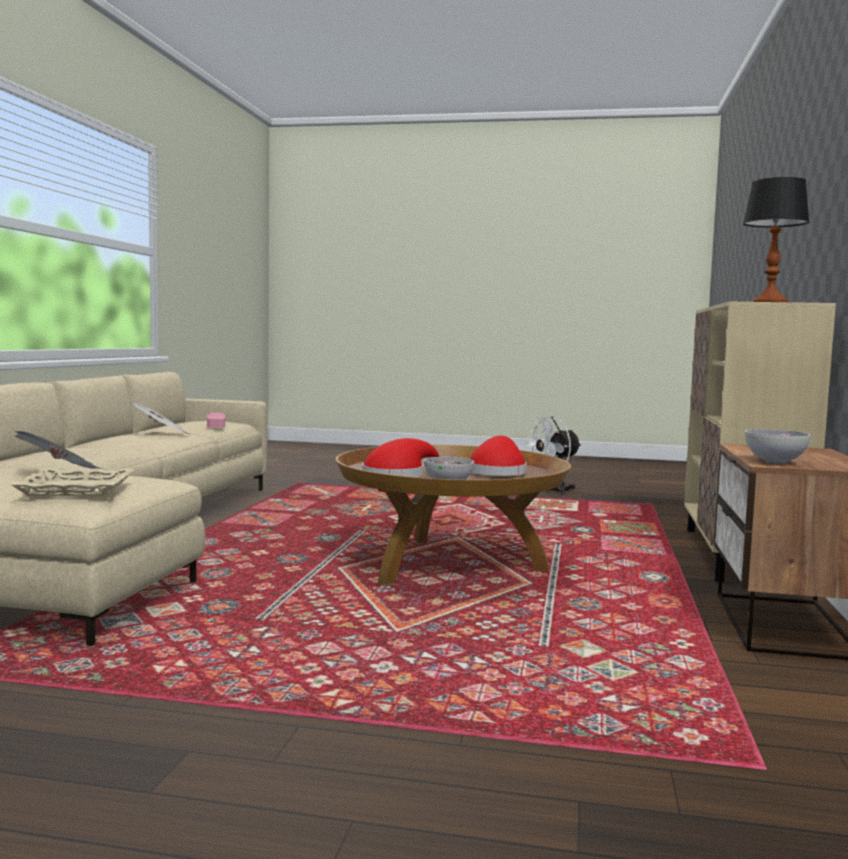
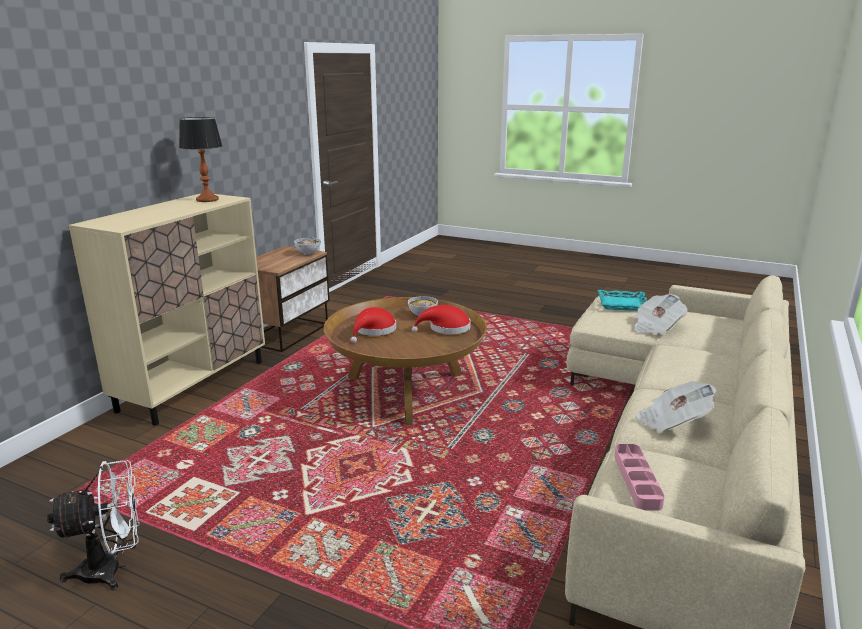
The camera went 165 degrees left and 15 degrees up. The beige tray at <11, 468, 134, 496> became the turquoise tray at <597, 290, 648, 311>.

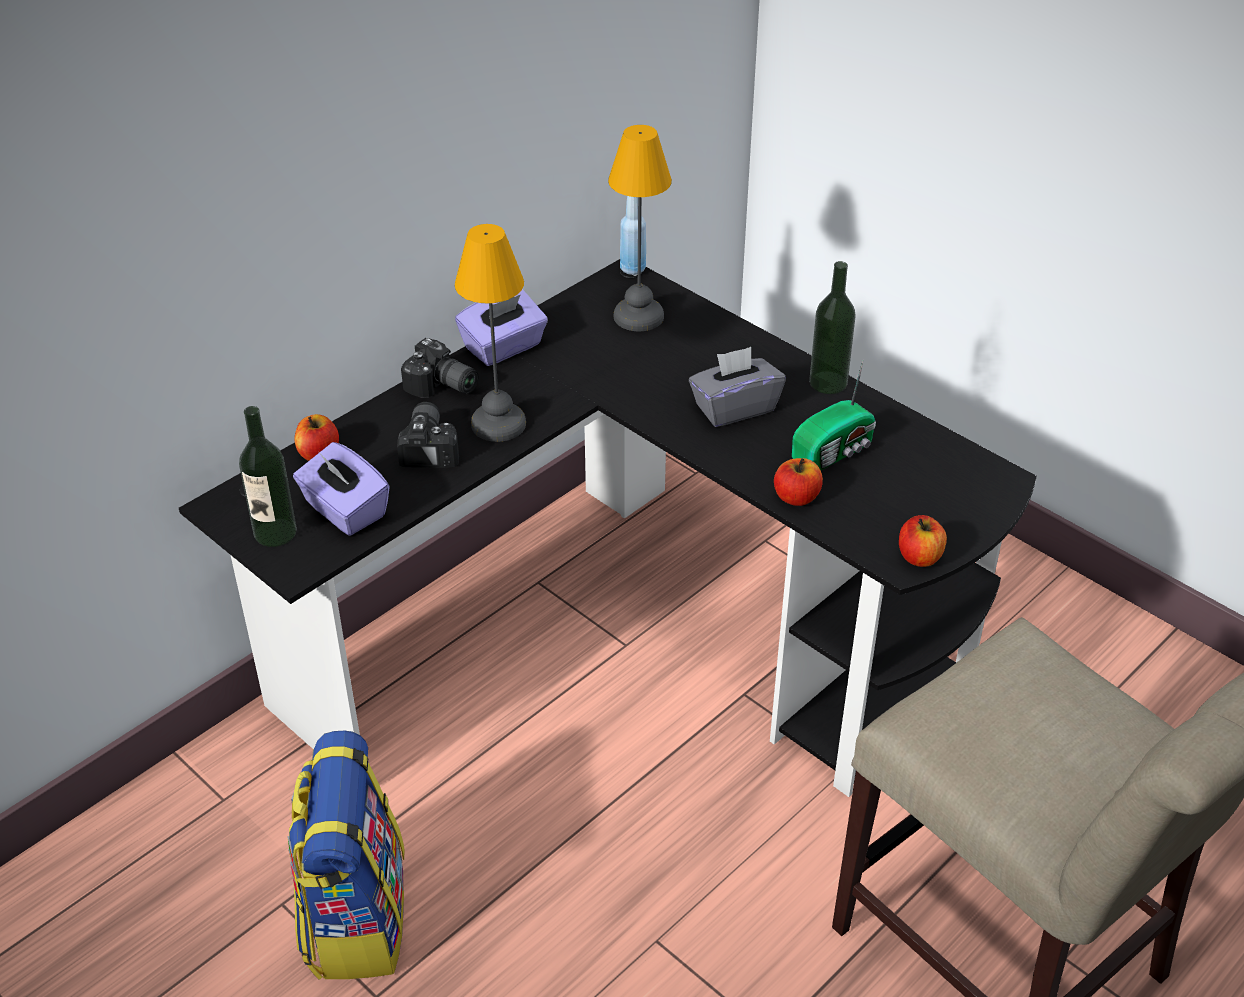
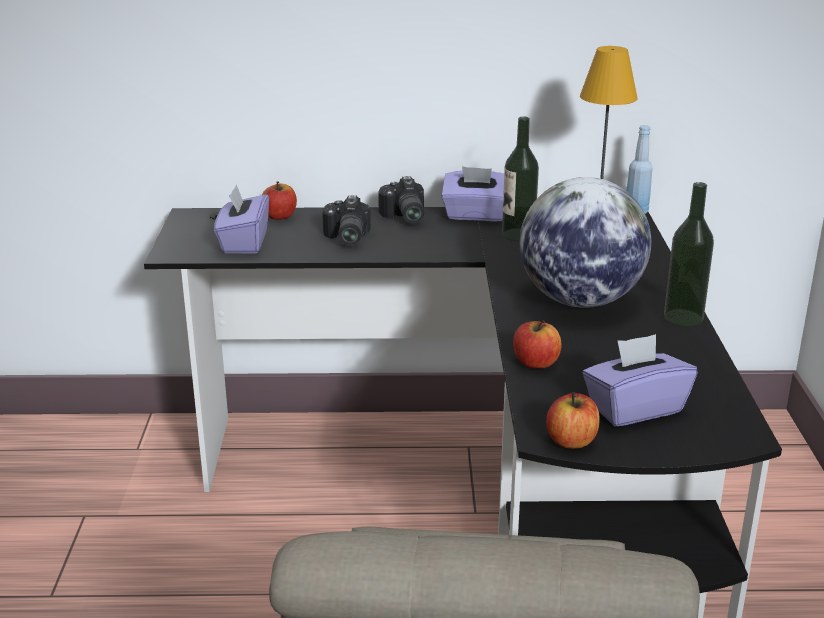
The camera went 45 degrees right and 15 degrees down. The table lamp at <455, 224, 526, 442> disappeared. The grey tissue box at <689, 347, 786, 427> was replaced by the globe at <520, 177, 651, 308>. The radio at <792, 359, 876, 470> disappeared. The photo camera at <397, 402, 459, 468> turned 135 degrees clockwise. The bottle moved from <239, 406, 297, 547> to <502, 116, 539, 241>. The backpack at <287, 731, 405, 980> disappeared. The purple tissue box at <583, 334, 697, 426> appeared.

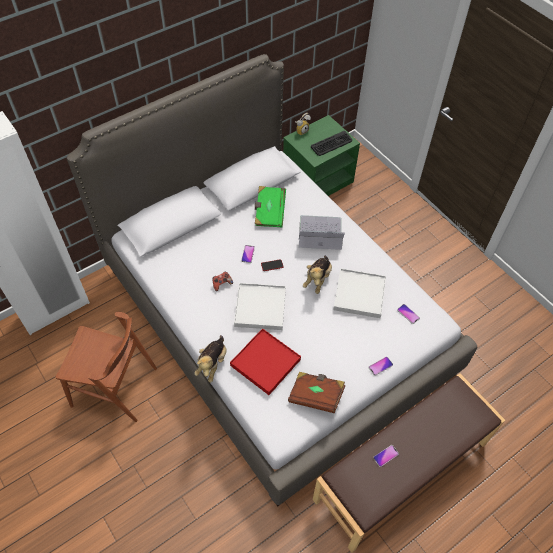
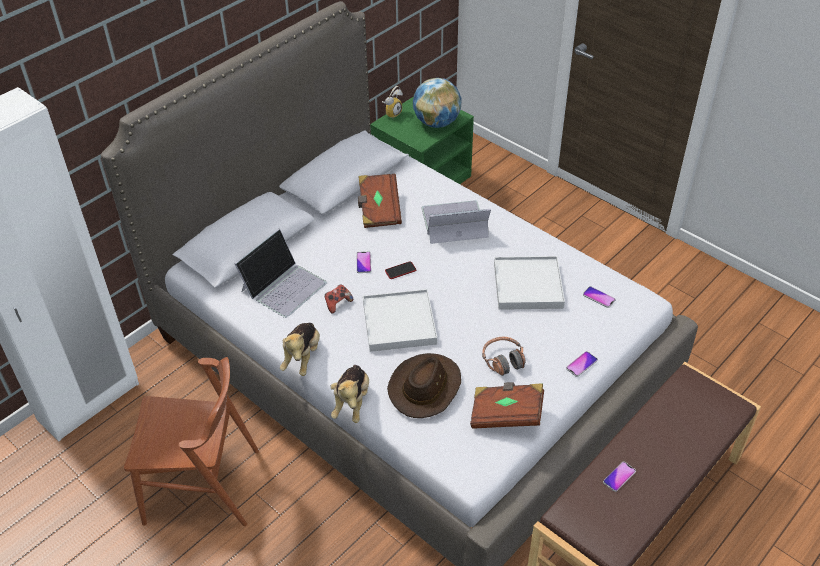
The camera went 10 degrees left and 10 degrees down. The keyboard at <311, 131, 352, 156> was replaced by the globe at <413, 78, 462, 128>. The green book at <255, 186, 286, 227> became the brown book at <358, 174, 402, 228>. The plush toy moved from <303, 256, 332, 294> to <280, 322, 320, 376>. The red tray at <230, 328, 301, 395> was replaced by the brown hat at <387, 353, 461, 418>. The laptop at <235, 229, 327, 318> appeared. The headphones at <482, 337, 526, 376> appeared.

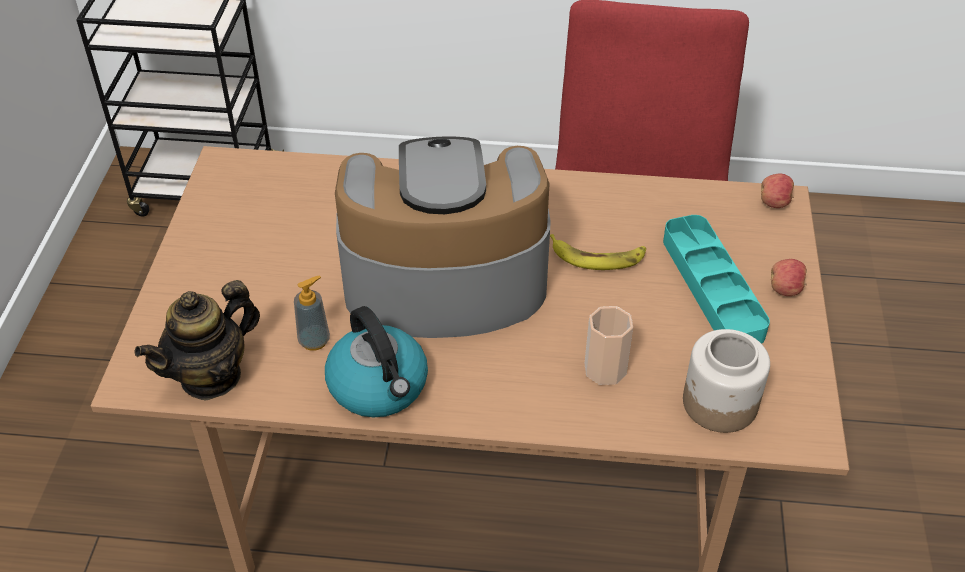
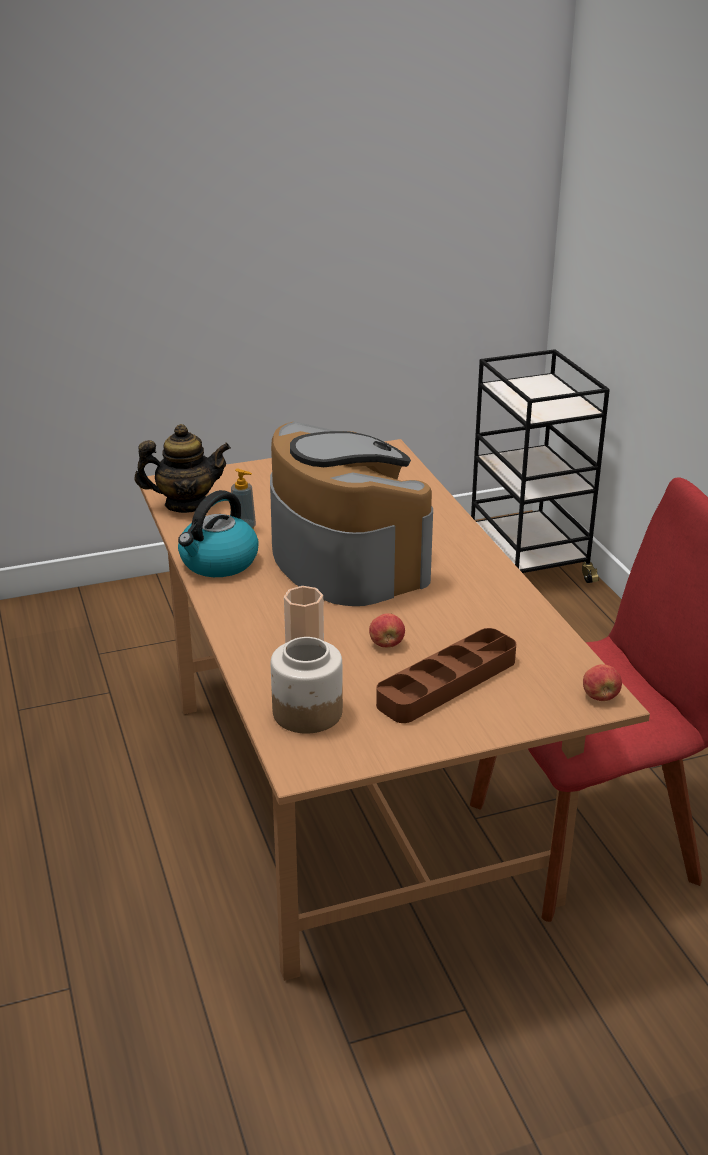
The camera went 65 degrees right and 15 degrees down. The turquoise tray at <663, 215, 770, 344> became the brown tray at <376, 628, 516, 723>. The banana at <550, 234, 646, 270> disappeared. The apple moved from <771, 259, 807, 296> to <369, 613, 405, 648>. The teapot at <134, 280, 260, 401> turned 150 degrees clockwise.

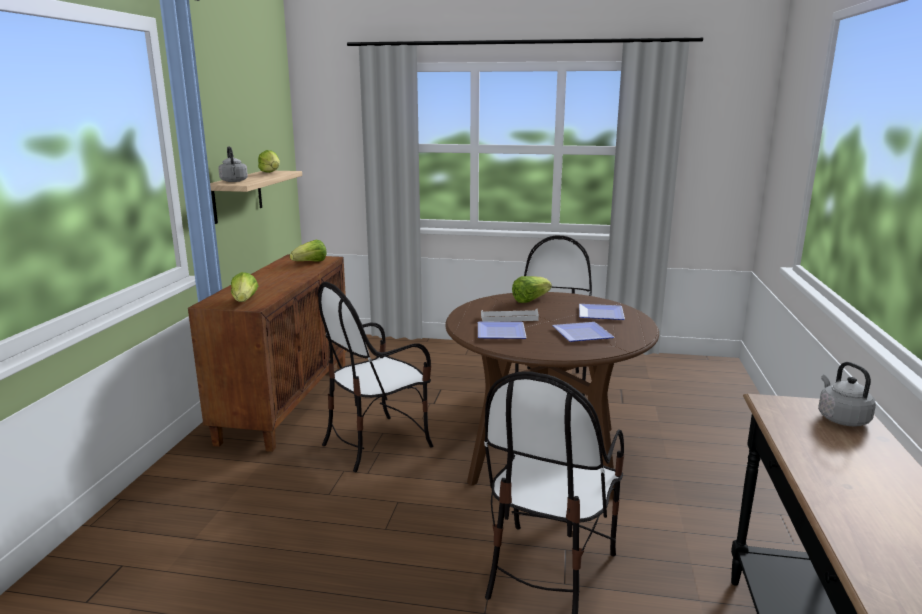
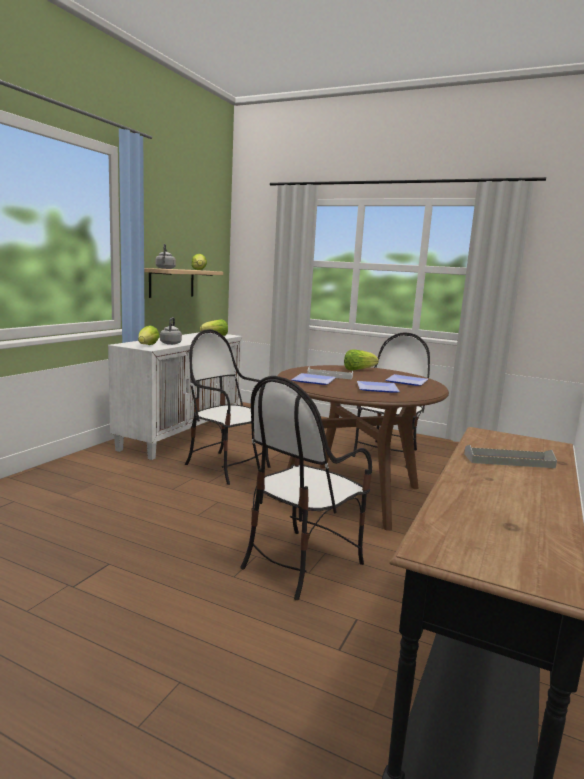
The camera went 15 degrees right and 5 degrees down. The brown cabinet at <188, 254, 347, 452> became the white cabinet at <108, 333, 243, 460>. The chair at <318, 282, 433, 472> turned 60 degrees clockwise. The grey kettle moved from <818, 362, 876, 427> to <160, 317, 182, 345>. The grey tray at <464, 445, 557, 468> appeared.

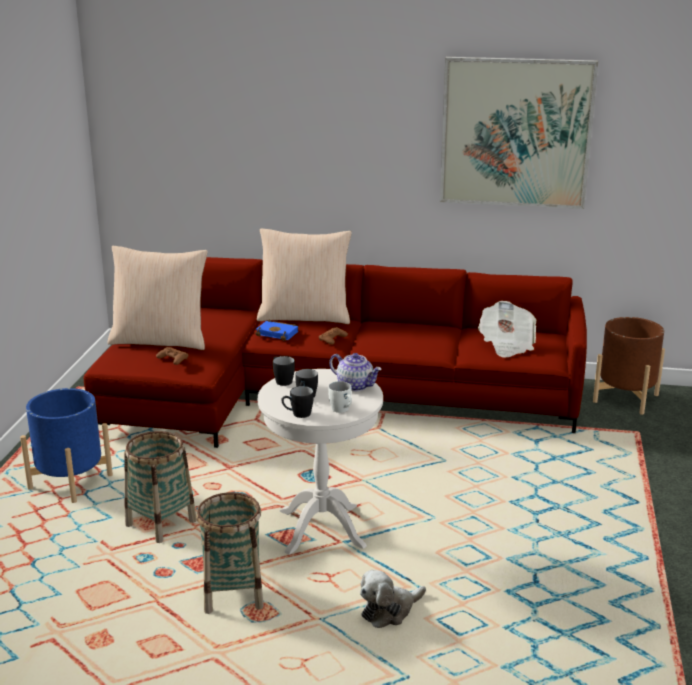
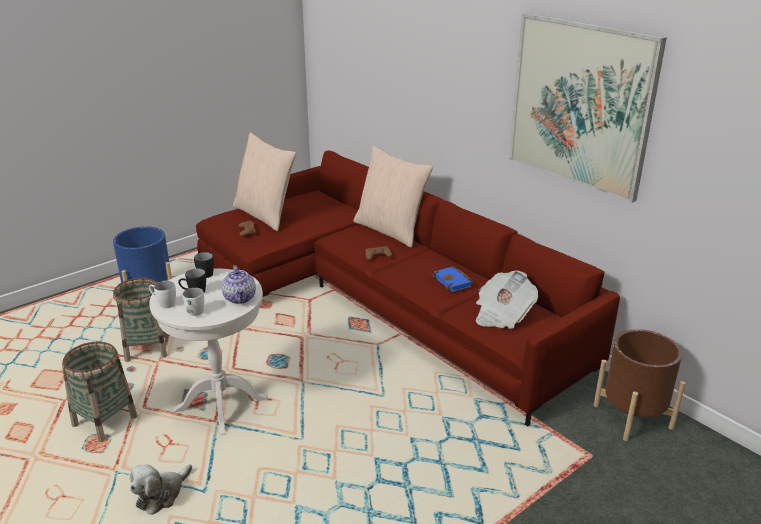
The camera went 40 degrees right and 5 degrees up. The blue book moved from <255, 320, 298, 341> to <431, 266, 474, 292>. The black mug at <281, 386, 314, 418> became the white mug at <149, 281, 176, 309>. The plush toy at <360, 570, 426, 628> turned 60 degrees counterclockwise.

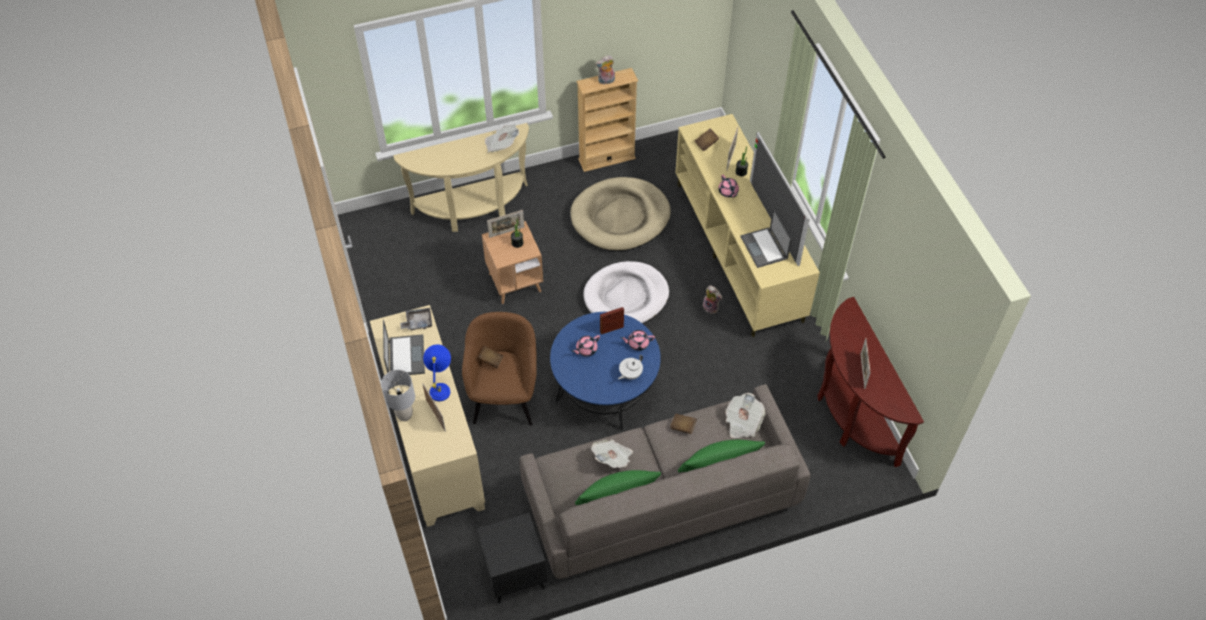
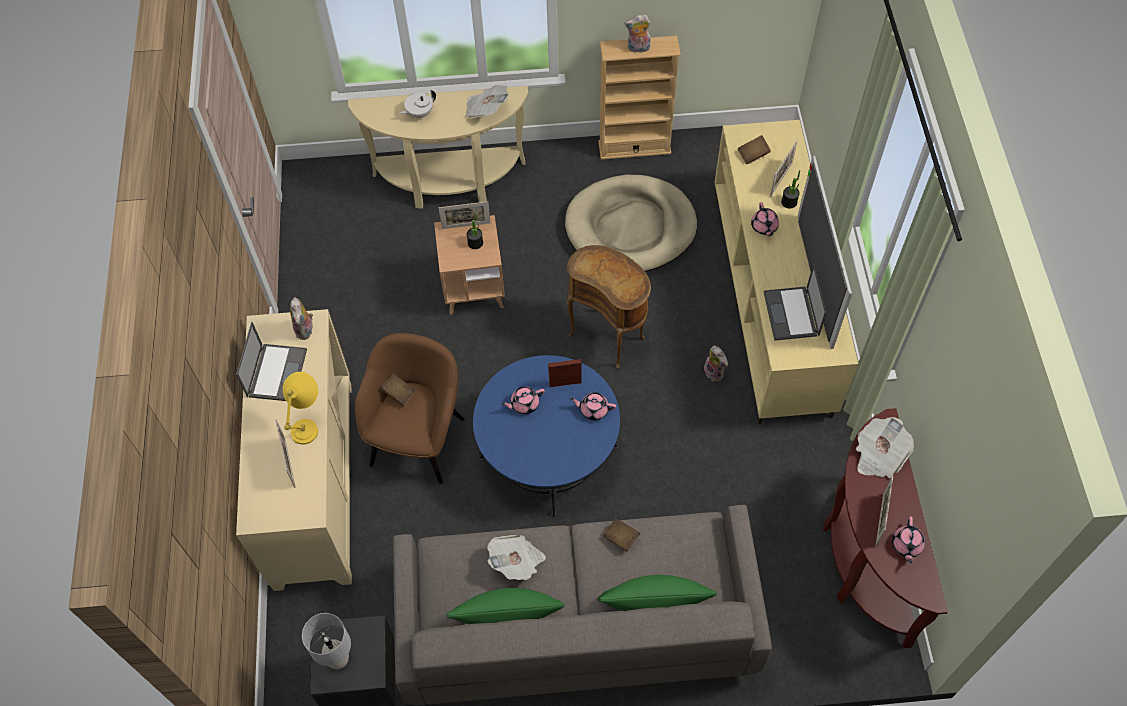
The camera went 15 degrees right and 5 degrees up. The white dog bed at <584, 261, 669, 324> was replaced by the brown side table at <567, 245, 651, 369>. The grey tray at <400, 308, 432, 330> was replaced by the plush toy at <290, 297, 313, 340>. The blue table lamp at <423, 344, 451, 401> became the yellow table lamp at <283, 372, 318, 445>. The white teapot moved from <618, 355, 643, 380> to <399, 90, 436, 118>. The grey table lamp moved from <381, 370, 415, 421> to <302, 613, 351, 669>. The newspaper moved from <725, 393, 765, 438> to <856, 417, 914, 478>. The pink teapot at <892, 516, 925, 563> appeared.

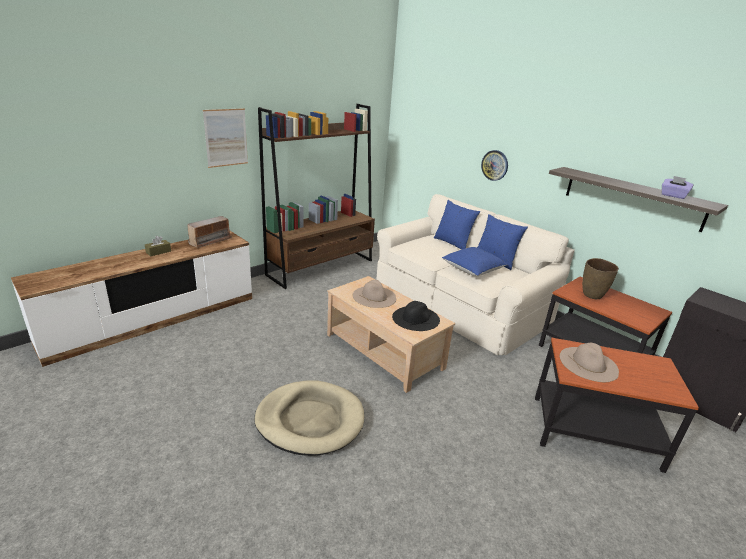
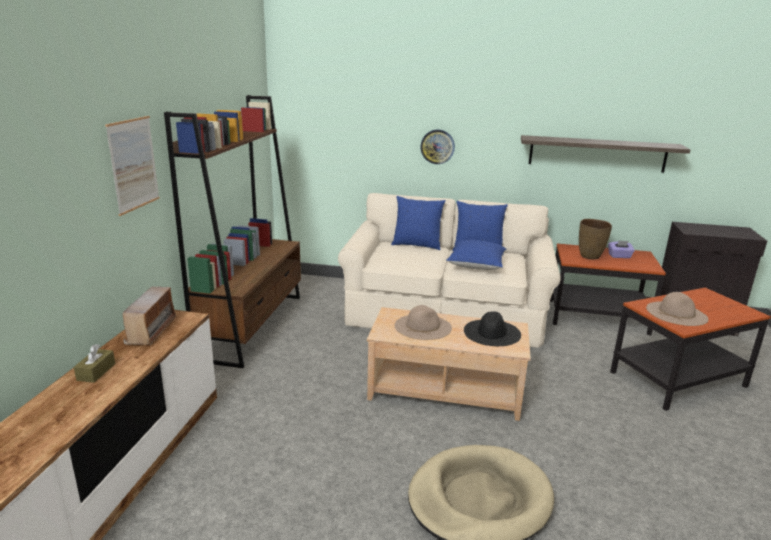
The camera went 35 degrees left and 5 degrees down. The purple tissue box moved from <662, 176, 694, 199> to <608, 240, 635, 258>.

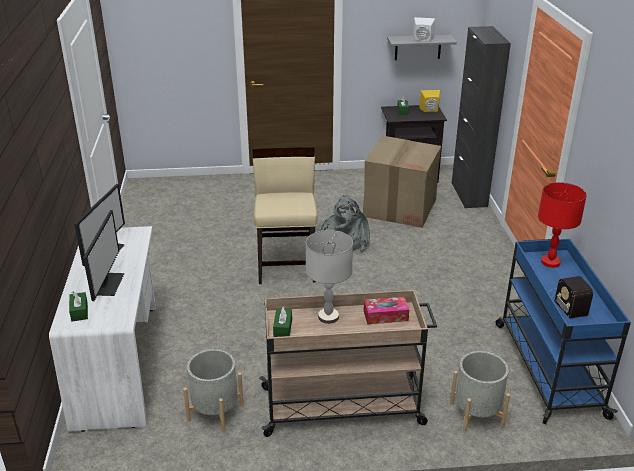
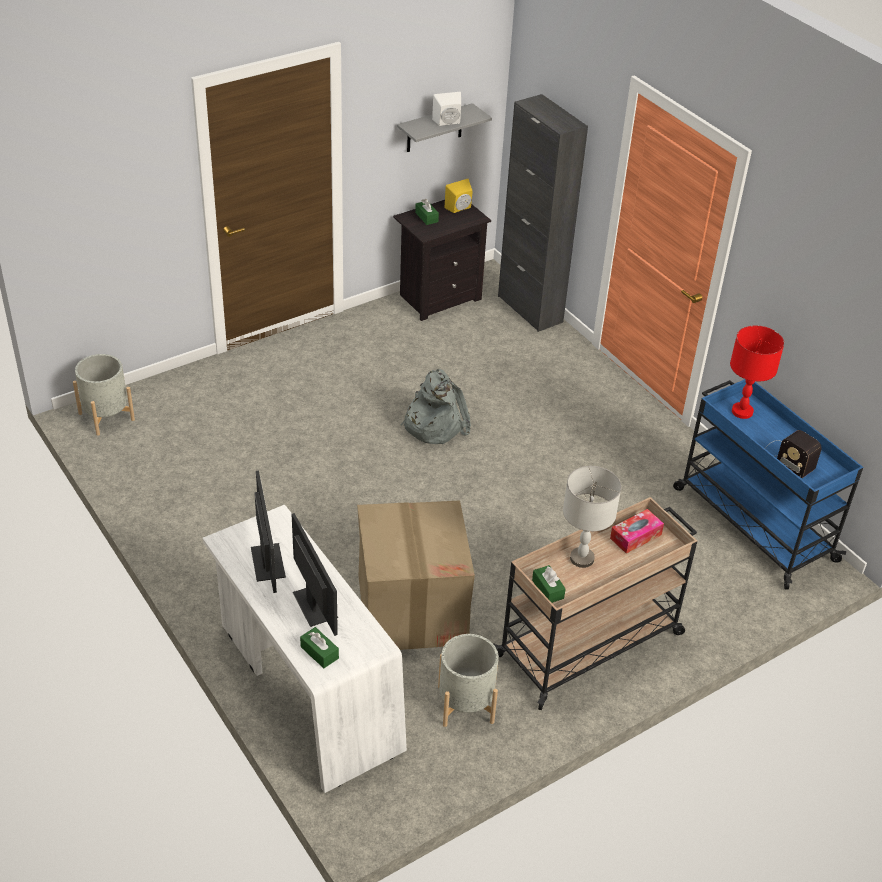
The camera went 30 degrees left and 10 degrees up. The cardboard box moved from <363, 136, 441, 228> to <357, 500, 475, 650>. The beige chair at <253, 147, 318, 284> disappeared. The grey planter moved from <450, 351, 510, 433> to <73, 354, 135, 436>.

